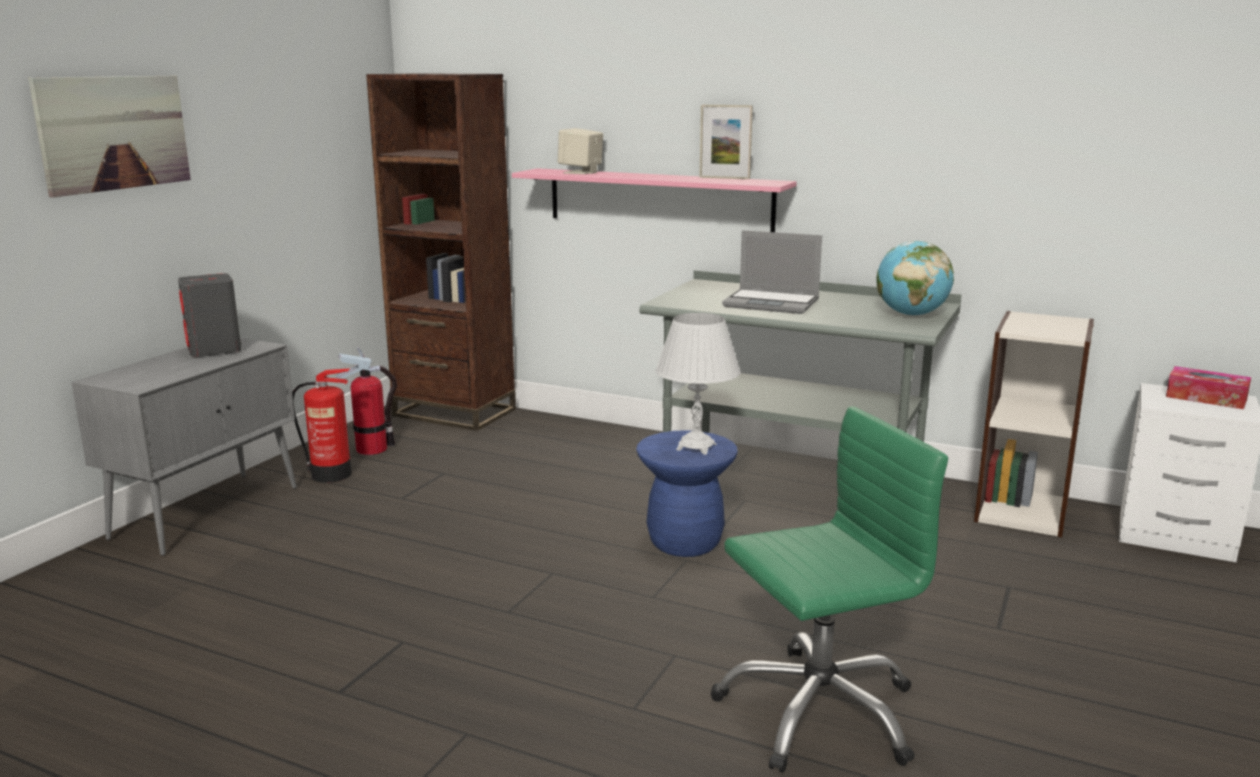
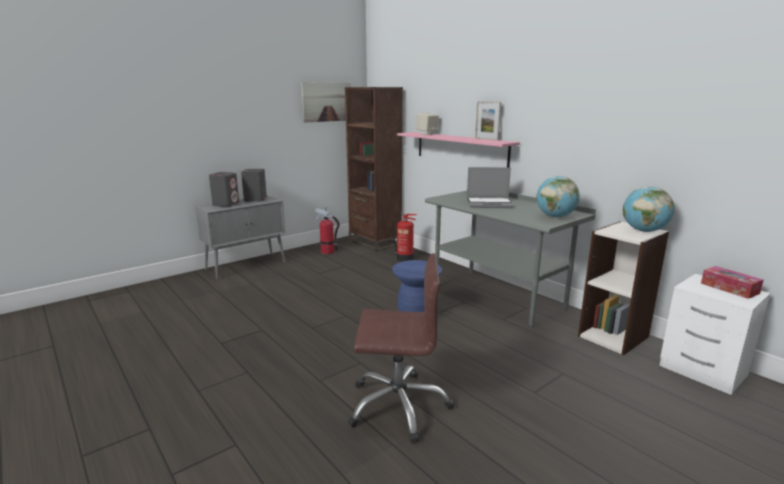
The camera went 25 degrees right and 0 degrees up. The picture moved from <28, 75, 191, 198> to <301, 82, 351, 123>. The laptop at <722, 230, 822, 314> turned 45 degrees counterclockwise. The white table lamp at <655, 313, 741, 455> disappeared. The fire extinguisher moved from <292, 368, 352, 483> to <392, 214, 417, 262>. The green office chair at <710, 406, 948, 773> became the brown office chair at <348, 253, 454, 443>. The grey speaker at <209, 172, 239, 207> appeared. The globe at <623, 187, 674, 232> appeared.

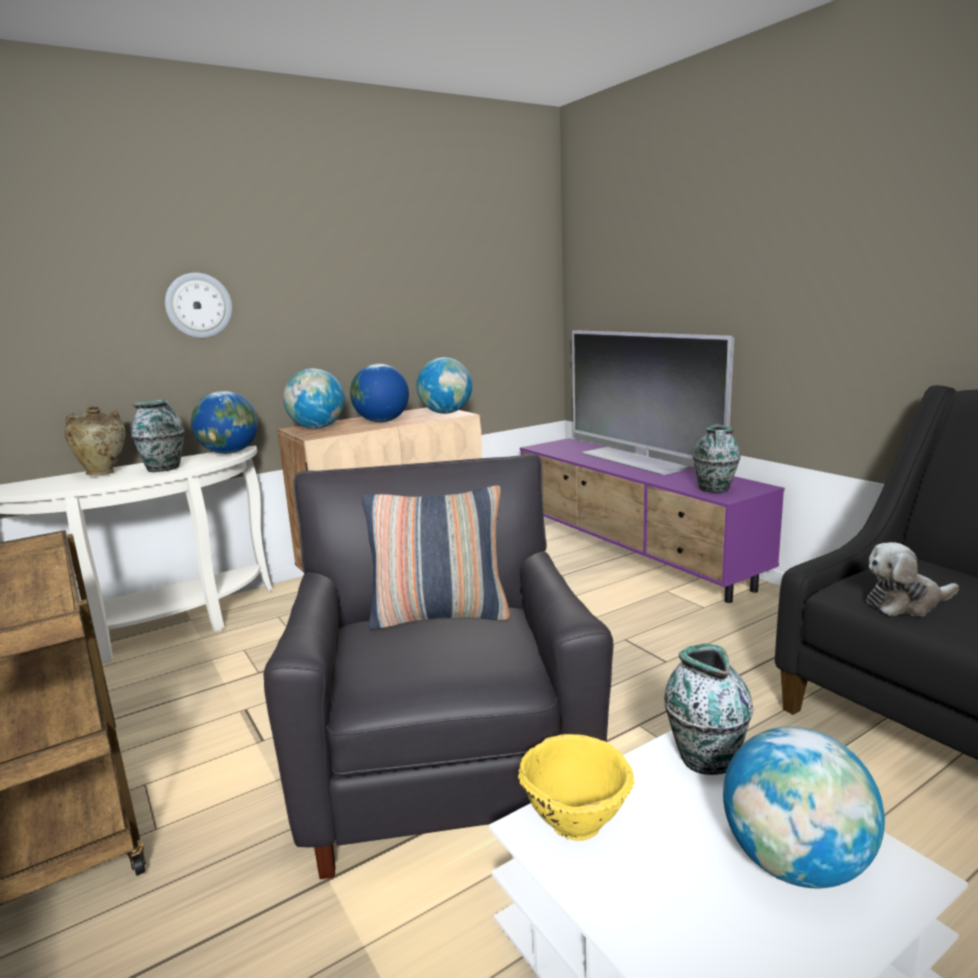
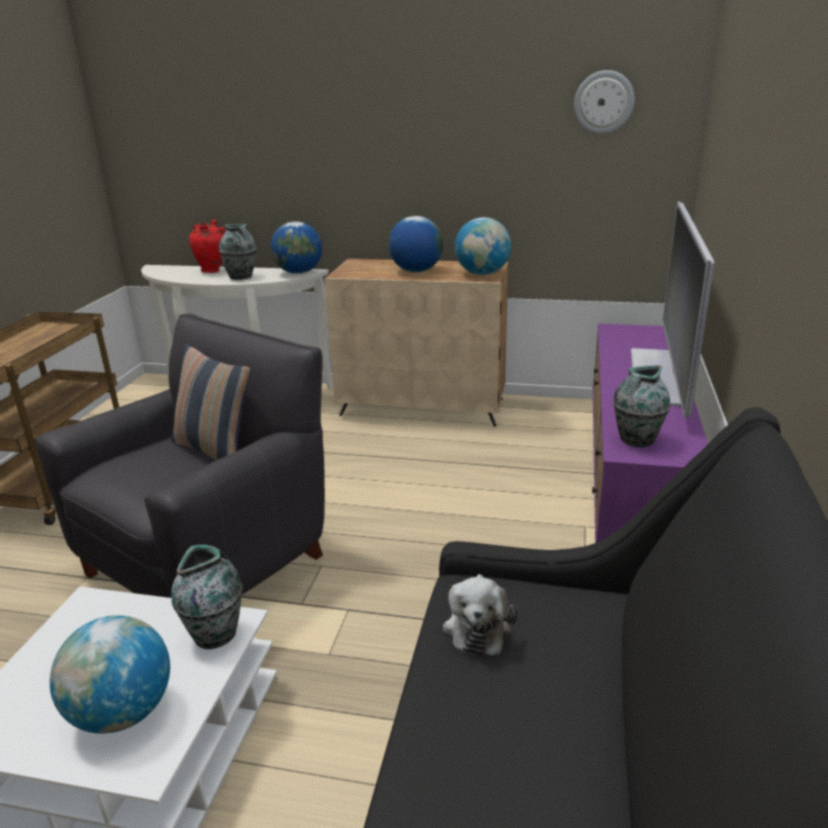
The camera went 45 degrees right and 10 degrees up. The wall clock moved from <165, 273, 232, 338> to <574, 70, 635, 134>. The globe at <283, 368, 345, 429> disappeared. The beige vase at <64, 405, 126, 475> became the red vase at <189, 219, 225, 273>. The plush toy at <866, 542, 959, 616> turned 120 degrees counterclockwise. The yellow bowl at <518, 734, 635, 841> disappeared.

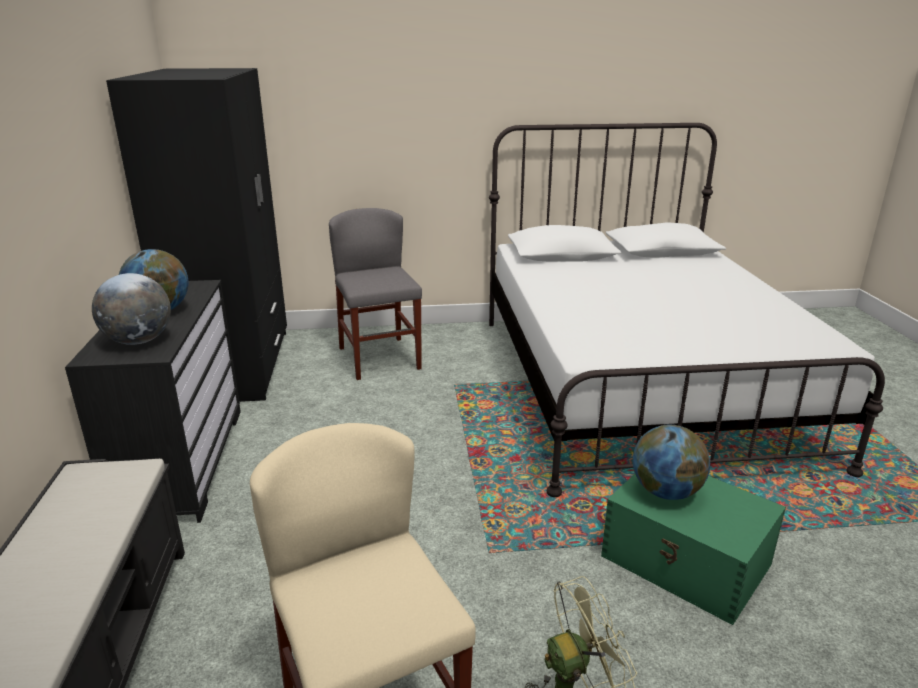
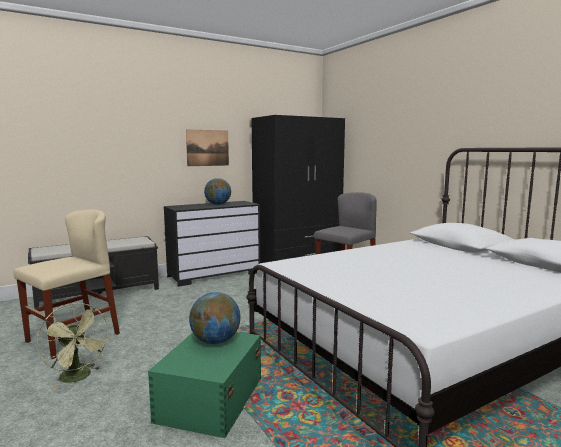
The camera went 65 degrees right and 15 degrees down. The globe at <92, 273, 171, 345> disappeared. The picture at <186, 129, 229, 166> appeared.

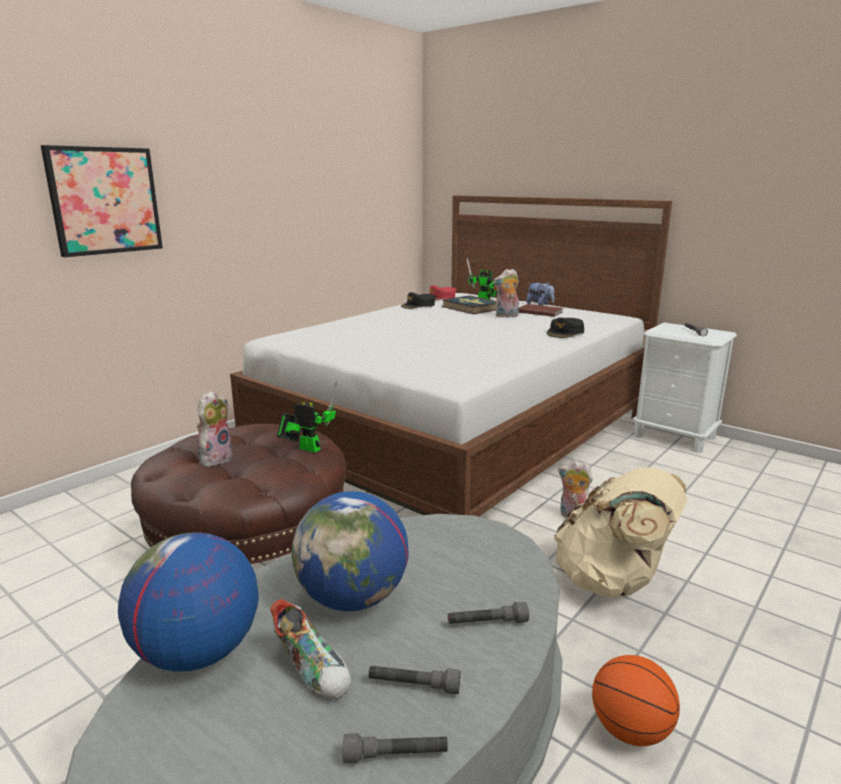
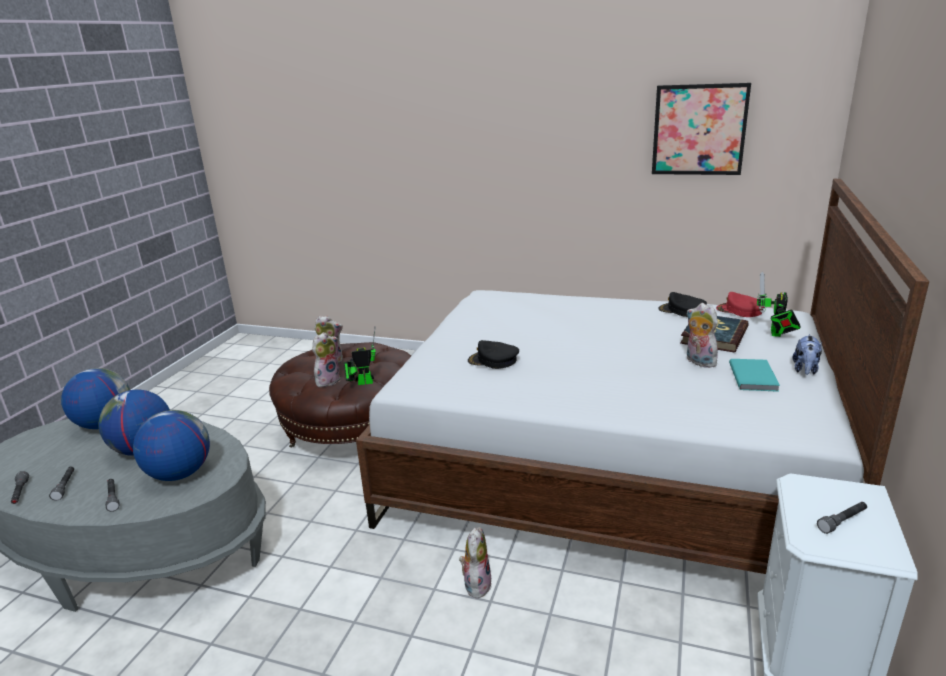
The camera went 70 degrees right and 5 degrees up. The picture moved from <41, 145, 163, 257> to <652, 83, 751, 175>. The brown book at <519, 304, 563, 317> became the turquoise book at <729, 359, 780, 392>. The black cap moved from <547, 317, 584, 338> to <468, 340, 519, 369>. The toy robot at <277, 380, 337, 452> turned 105 degrees counterclockwise. The beige backpack at <554, 467, 687, 598> disappeared. The shoe at <270, 599, 351, 699> disappeared. The basketball at <592, 655, 680, 746> disappeared. The plush toy at <312, 332, 340, 387> appeared. The globe at <133, 410, 210, 481> appeared.

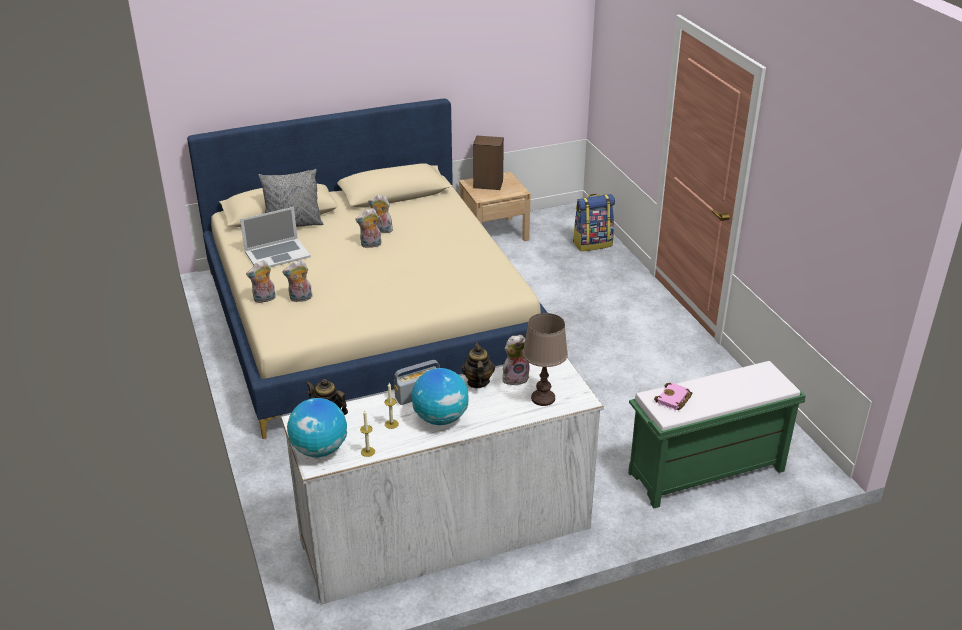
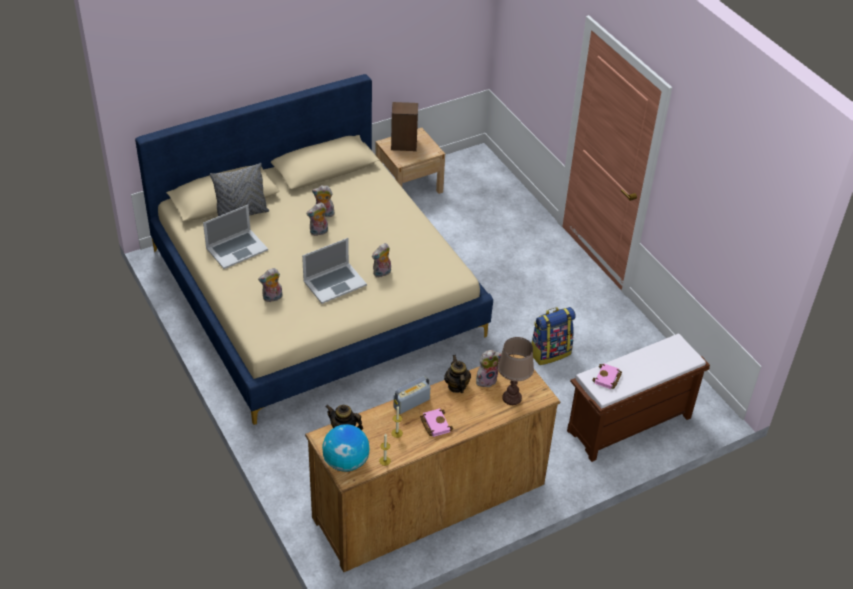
The camera went 10 degrees left and 10 degrees up. The backpack moved from <573, 194, 615, 251> to <532, 307, 576, 365>. The plush toy moved from <246, 260, 276, 303> to <372, 243, 391, 278>. The white dresser at <281, 358, 604, 605> became the brown dresser at <305, 355, 560, 572>. The green bench at <628, 361, 806, 508> became the brown bench at <567, 334, 710, 462>. The globe at <412, 368, 469, 425> was replaced by the pink book at <420, 409, 453, 437>. The laptop at <302, 238, 367, 304> appeared.

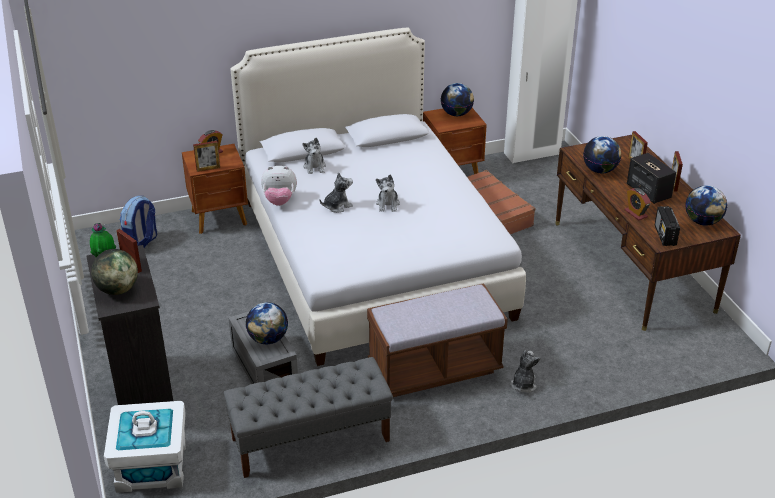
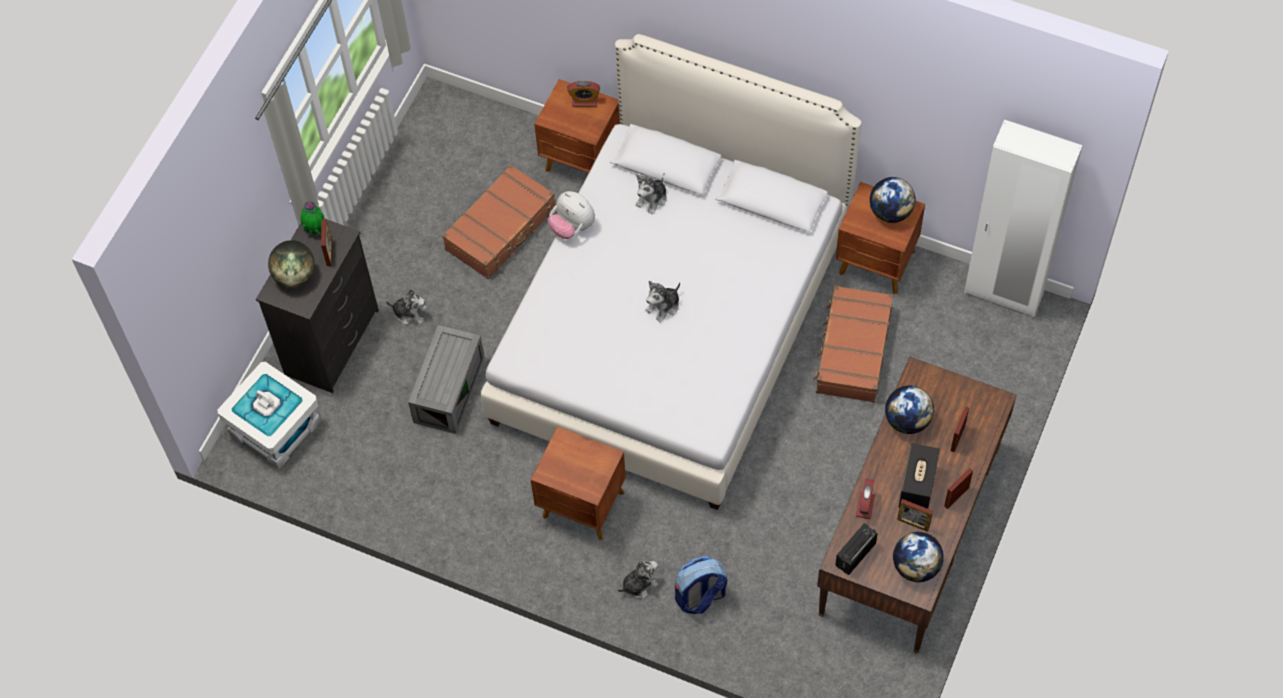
The camera went 45 degrees right and 25 degrees up. The picture frame moved from <193, 141, 220, 172> to <897, 499, 933, 532>. The plush toy moved from <320, 172, 353, 213> to <386, 289, 427, 325>. The backpack moved from <120, 196, 157, 248> to <675, 556, 727, 614>. The brown bench at <367, 283, 508, 397> was replaced by the brown nightstand at <531, 426, 626, 540>. The globe at <246, 302, 288, 344> disappeared. The grey bench at <224, 357, 393, 478> disappeared. The brown suitcase at <442, 164, 555, 279> appeared.

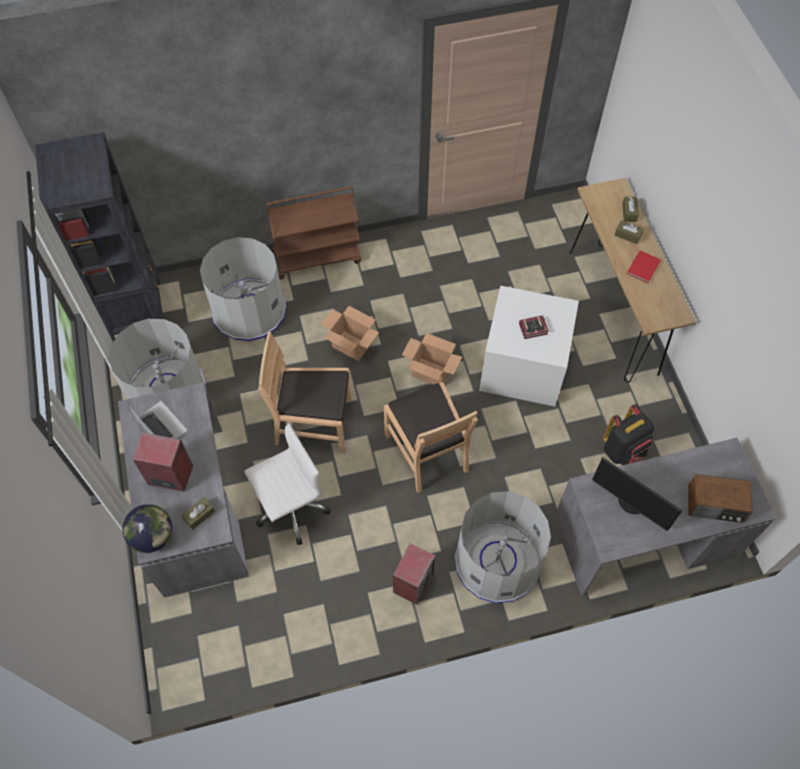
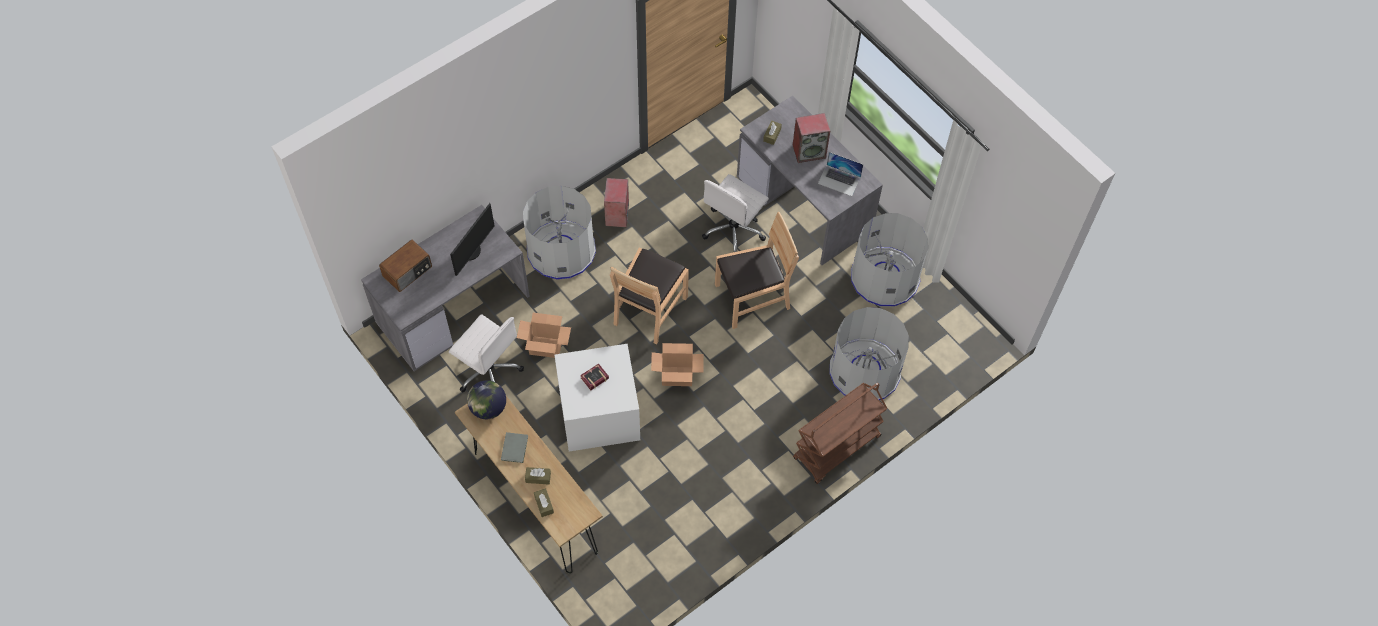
The camera went 155 degrees right and 0 degrees up. The black bookcase at <35, 132, 164, 342> disappeared. The red book at <627, 251, 661, 283> became the grey book at <501, 432, 528, 463>. The cardboard box moved from <321, 306, 379, 361> to <517, 313, 571, 358>. The brown chair at <384, 382, 478, 493> turned 105 degrees counterclockwise. The black backpack at <603, 404, 654, 465> was replaced by the white office chair at <449, 314, 524, 393>. The monitor at <593, 457, 683, 531> turned 105 degrees clockwise. The radio at <688, 474, 753, 523> turned 150 degrees clockwise. The globe moved from <122, 504, 172, 553> to <467, 380, 506, 419>.

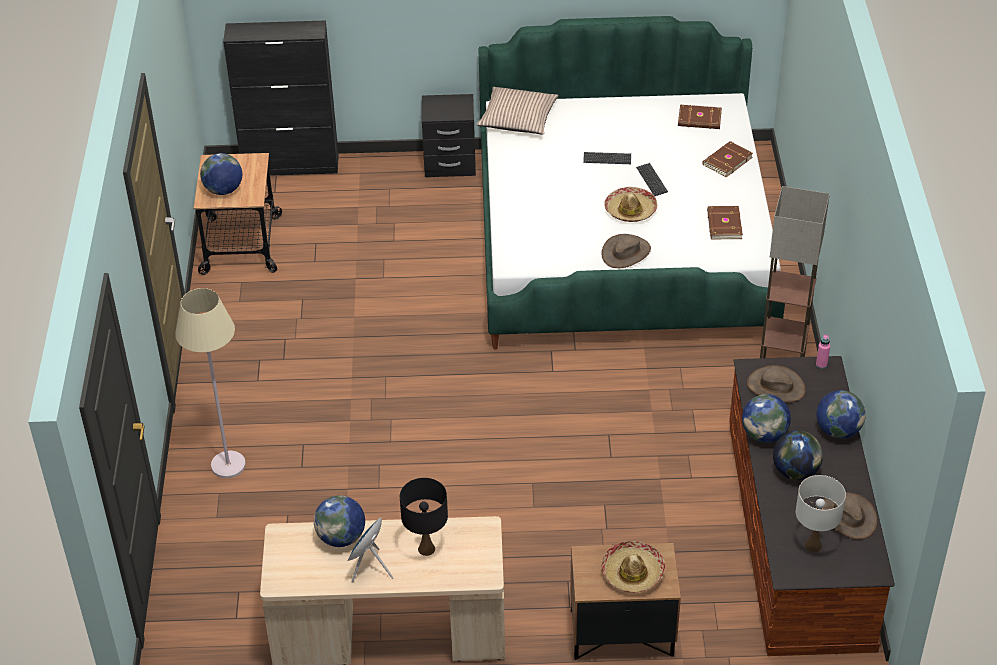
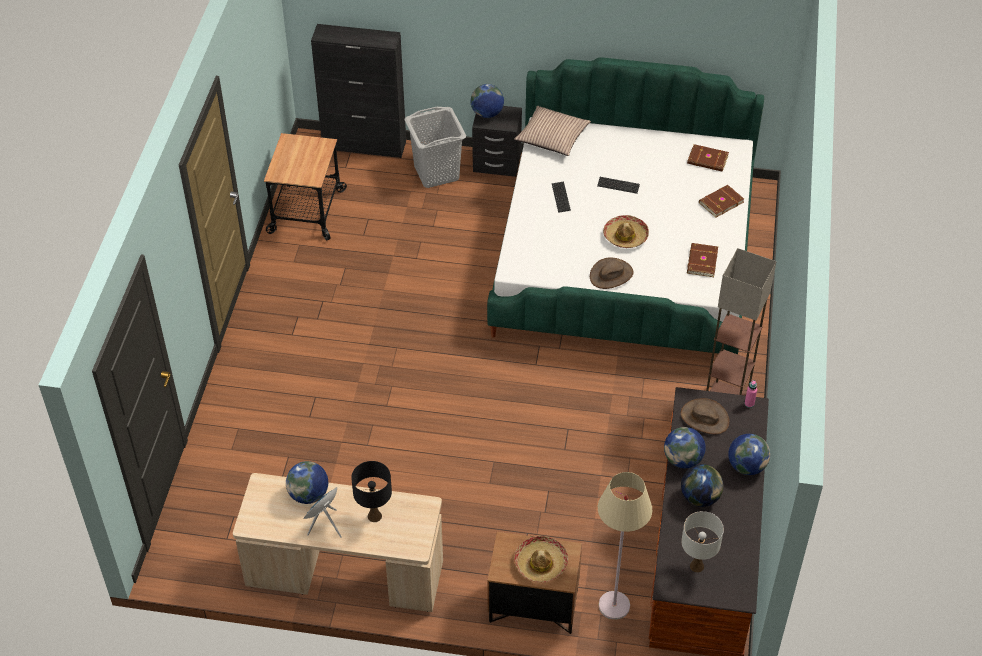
The camera went 10 degrees right and 5 degrees up. The globe moved from <200, 153, 242, 195> to <471, 84, 504, 118>. The keyboard moved from <636, 163, 668, 196> to <552, 181, 571, 213>. The beige floor lamp moved from <175, 288, 246, 478> to <598, 472, 652, 620>. The brown hat at <823, 492, 878, 539> disappeared. The grey laundry basket at <404, 107, 466, 188> appeared.

